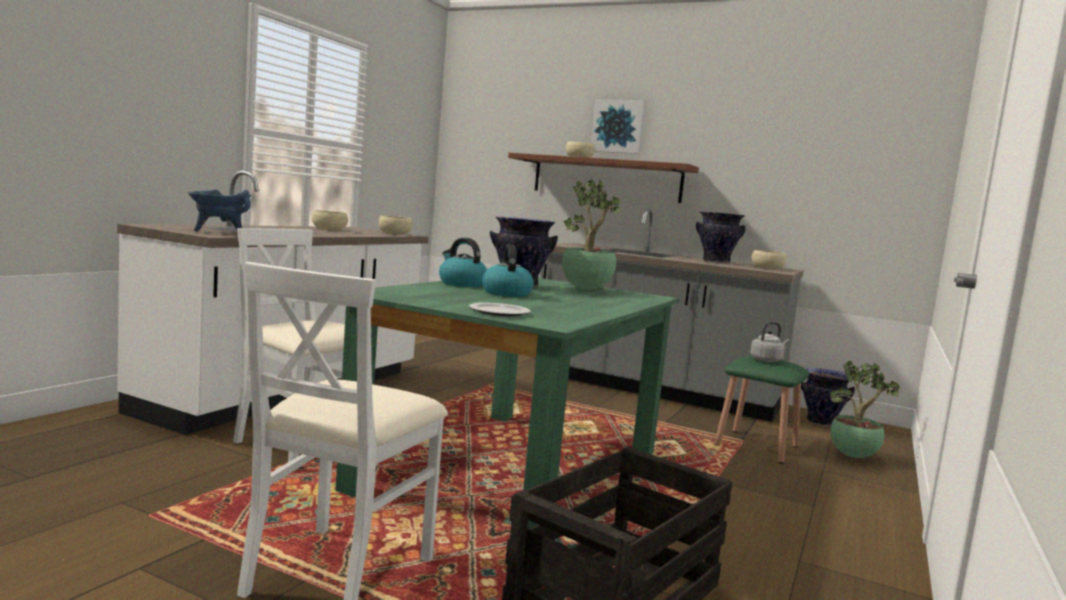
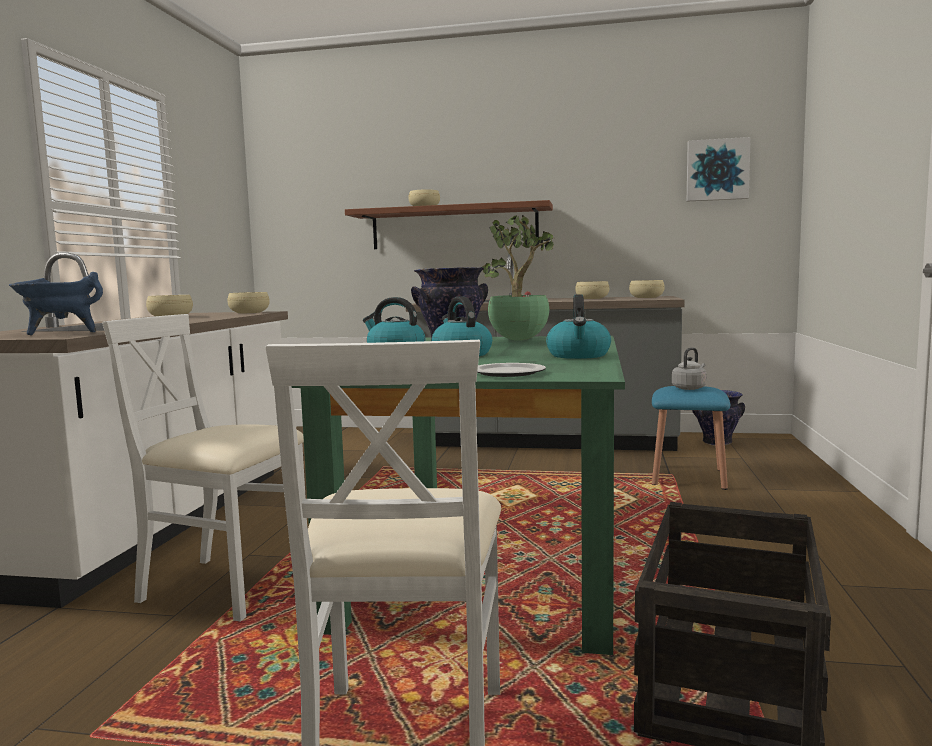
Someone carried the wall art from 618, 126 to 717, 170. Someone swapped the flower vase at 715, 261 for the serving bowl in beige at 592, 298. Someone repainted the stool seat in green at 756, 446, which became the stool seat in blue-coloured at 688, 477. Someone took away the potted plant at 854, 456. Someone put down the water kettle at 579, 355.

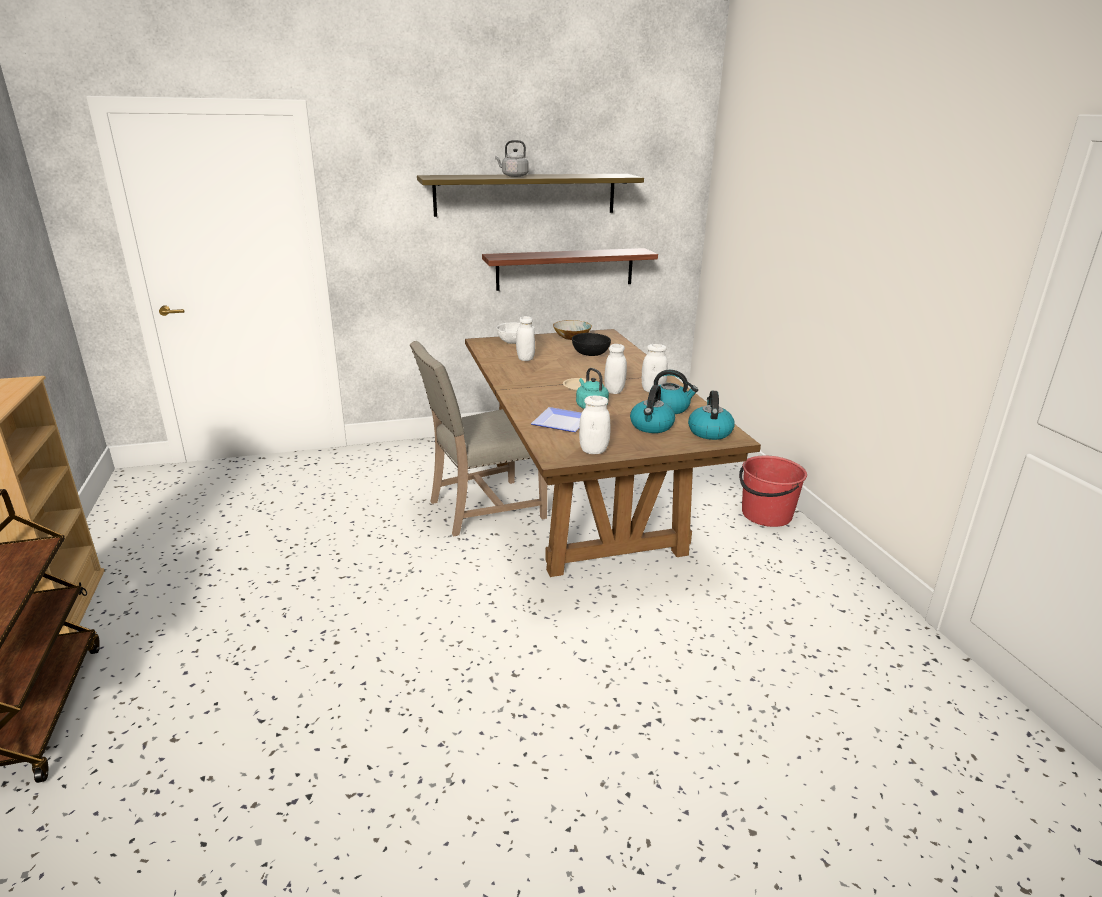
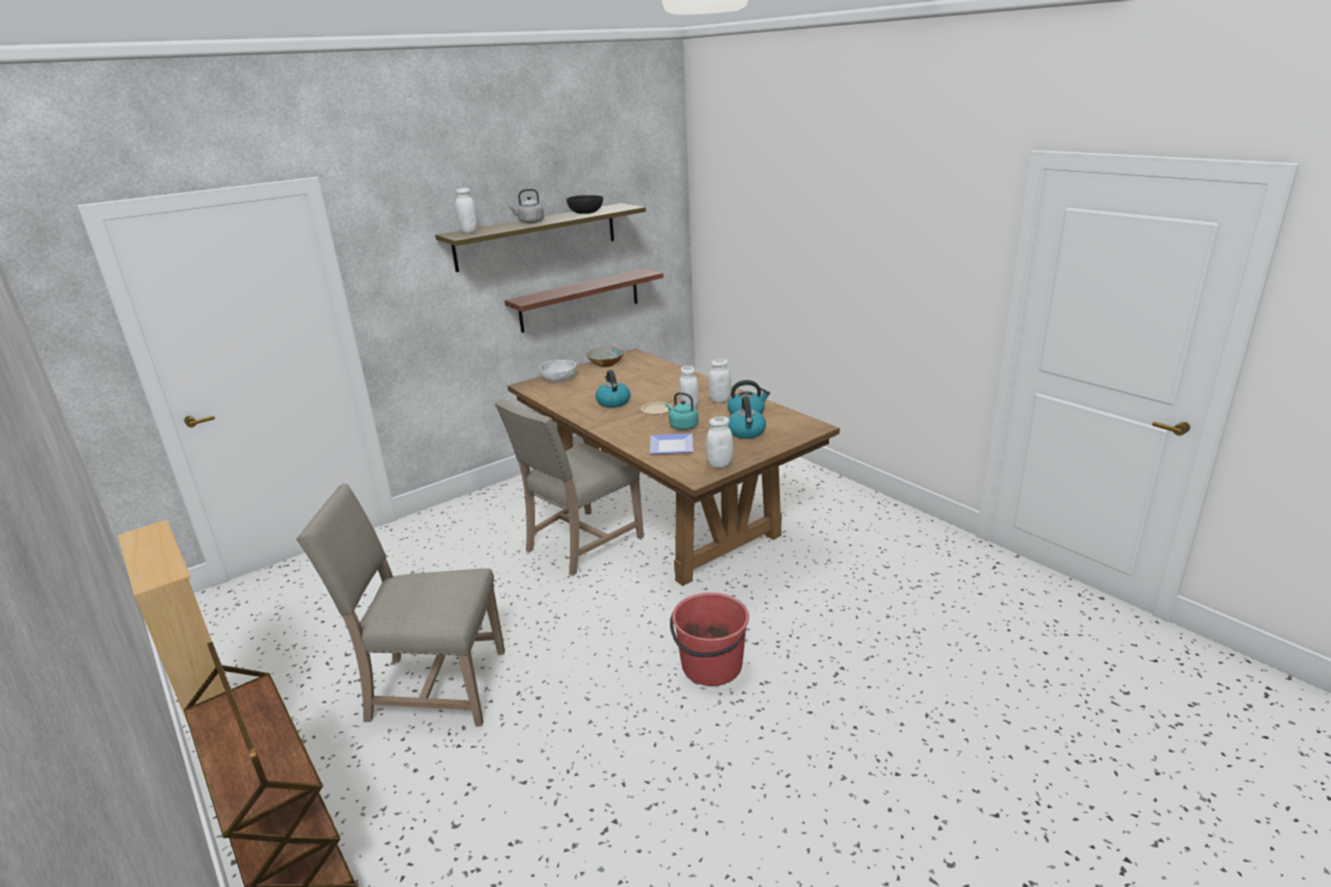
Someone carried the jar in whitish from 525, 359 to 469, 231. Someone carried the serving bowl in blackish from 590, 354 to 586, 213. Someone carried the water kettle from 709, 432 to 613, 402. Someone carried the pail in red from 766, 515 to 711, 666. Someone put down the plain chair in beige at 432, 687.

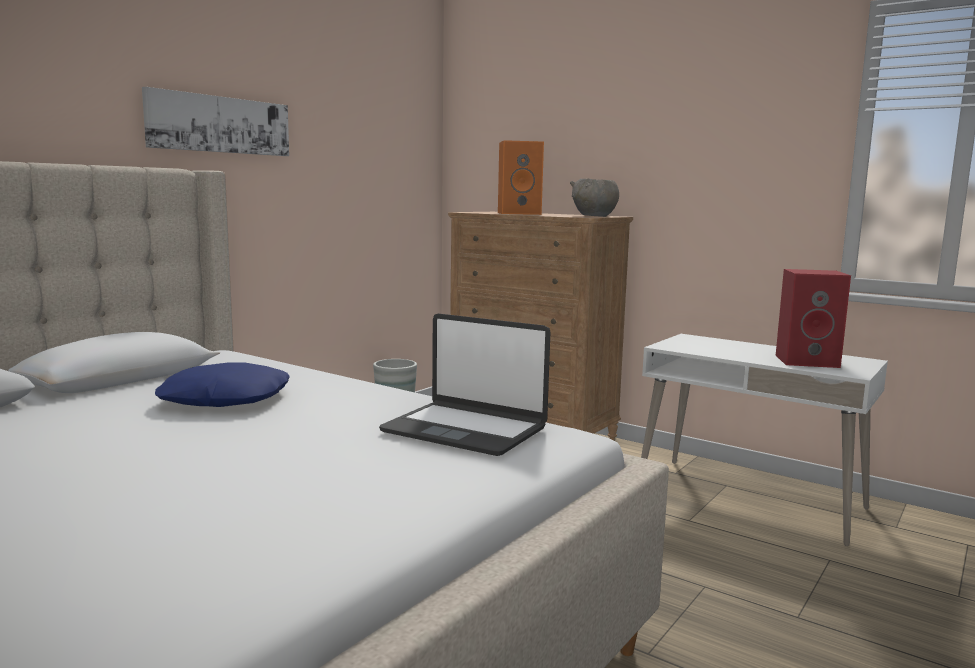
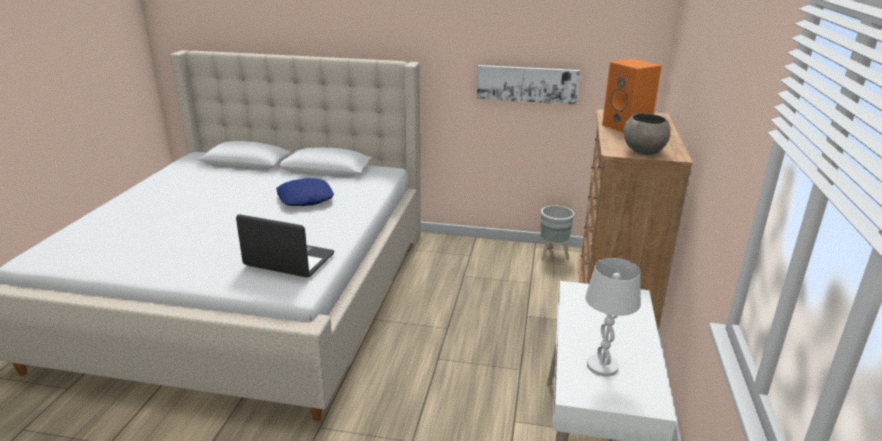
Someone carried the wall art from 219, 124 to 527, 84. Someone swapped the speaker in red at 808, 361 for the lamp for a table in whitish at 602, 366. Someone rotated the notebook computer at 465, 430 by 105 degrees clockwise.

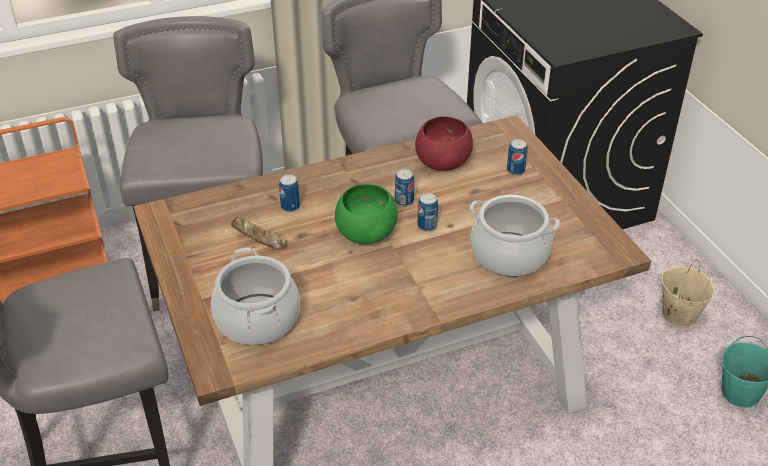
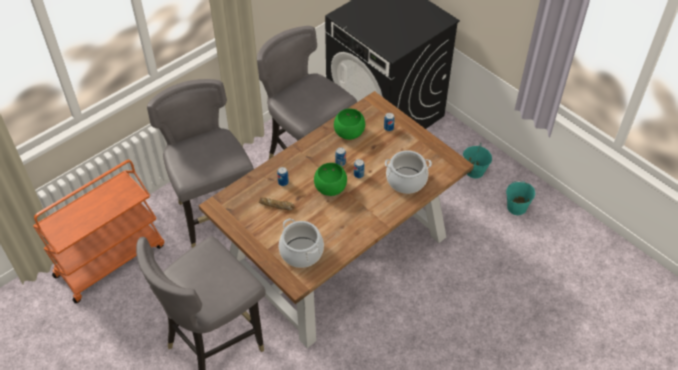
Someone repainted the serving bowl in red at 441, 162, which became the serving bowl in green at 348, 133. Someone repainted the pail in beige at 678, 314, which became the pail in turquoise at 474, 171.

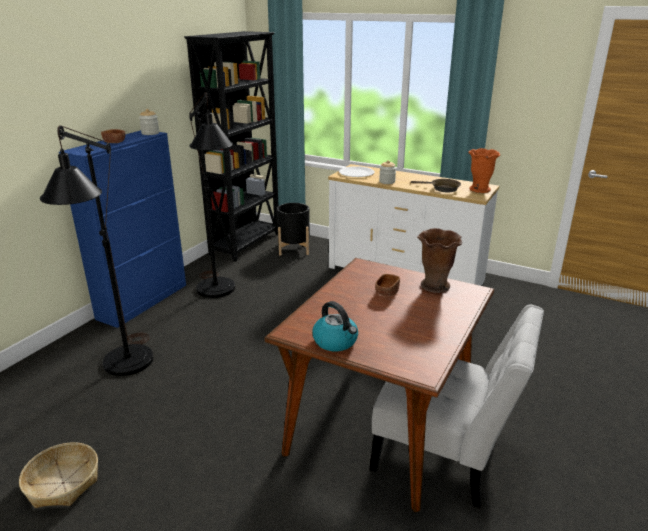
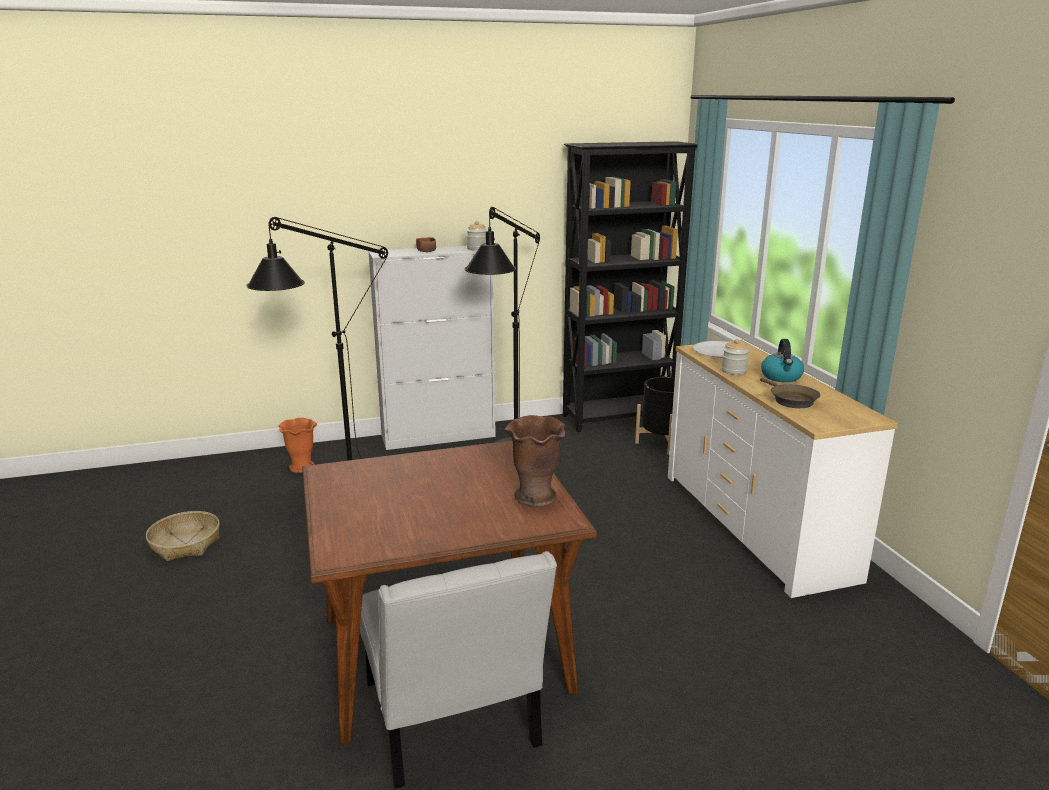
Someone repainted the cupboard in blue-coloured at 143, 301, which became the cupboard in whitish at 439, 436. Someone carried the flower vase in orangey from 479, 189 to 302, 467. Someone took away the serving bowl in brown at 387, 292. Someone carried the water kettle from 336, 341 to 781, 377.

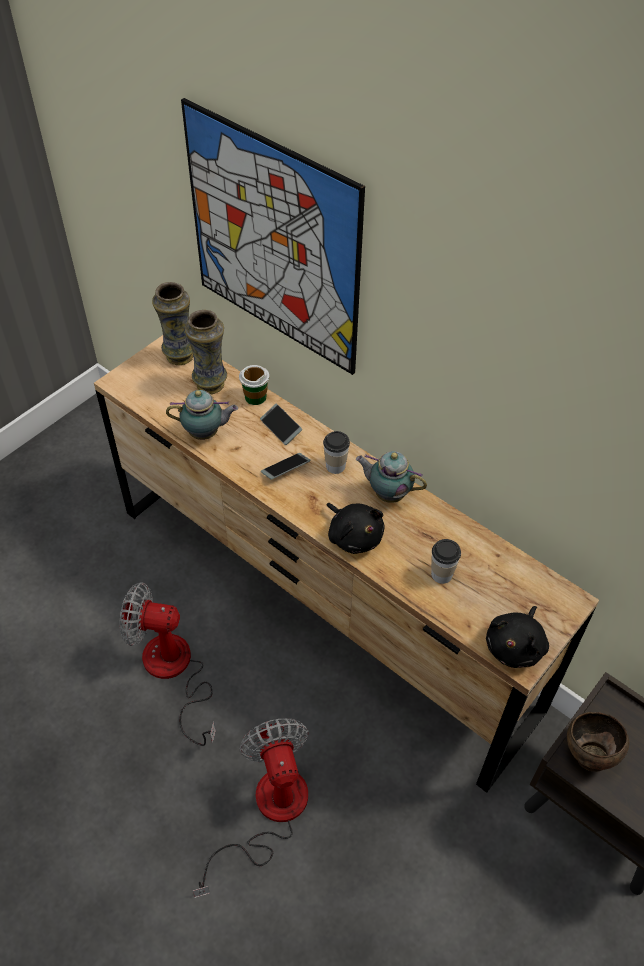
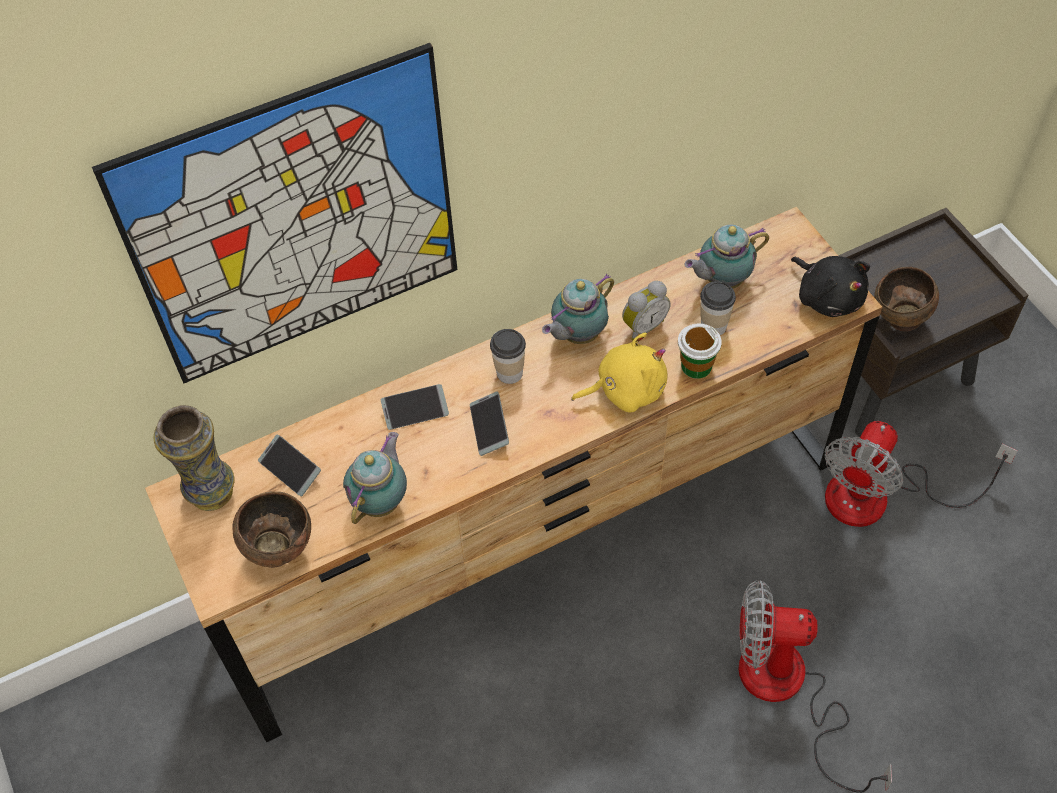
Someone swapped the flower vase at 211, 384 for the phone at 290, 469. Someone carried the drinking cup from 255, 397 to 696, 366. Someone repainted the plush toy in blackish at 354, 536, which became the plush toy in yellowish at 625, 390. Someone carried the fan from 174, 672 to 879, 497. Someone put down the tea pot at 721, 280. Someone put down the table clock at 643, 326. Someone put down the serving bowl in brown at 279, 549.

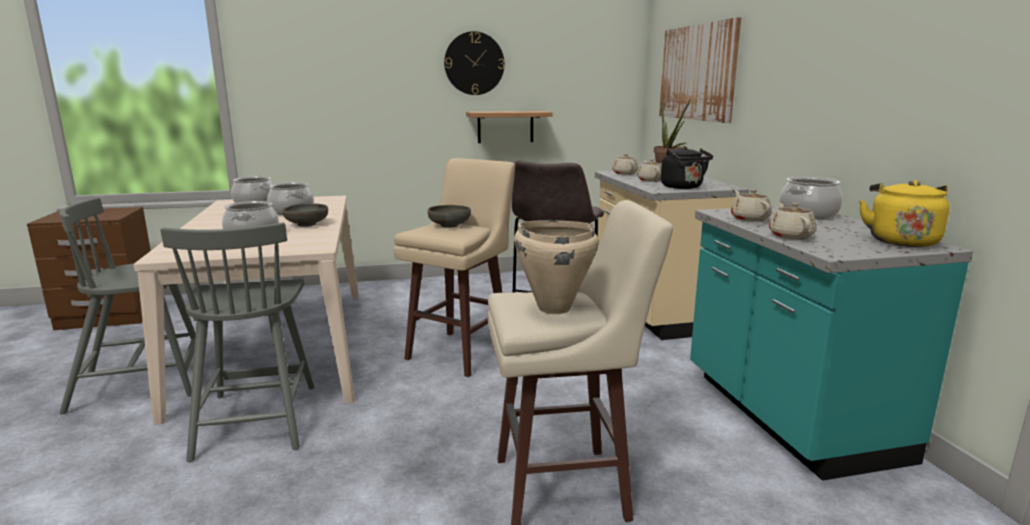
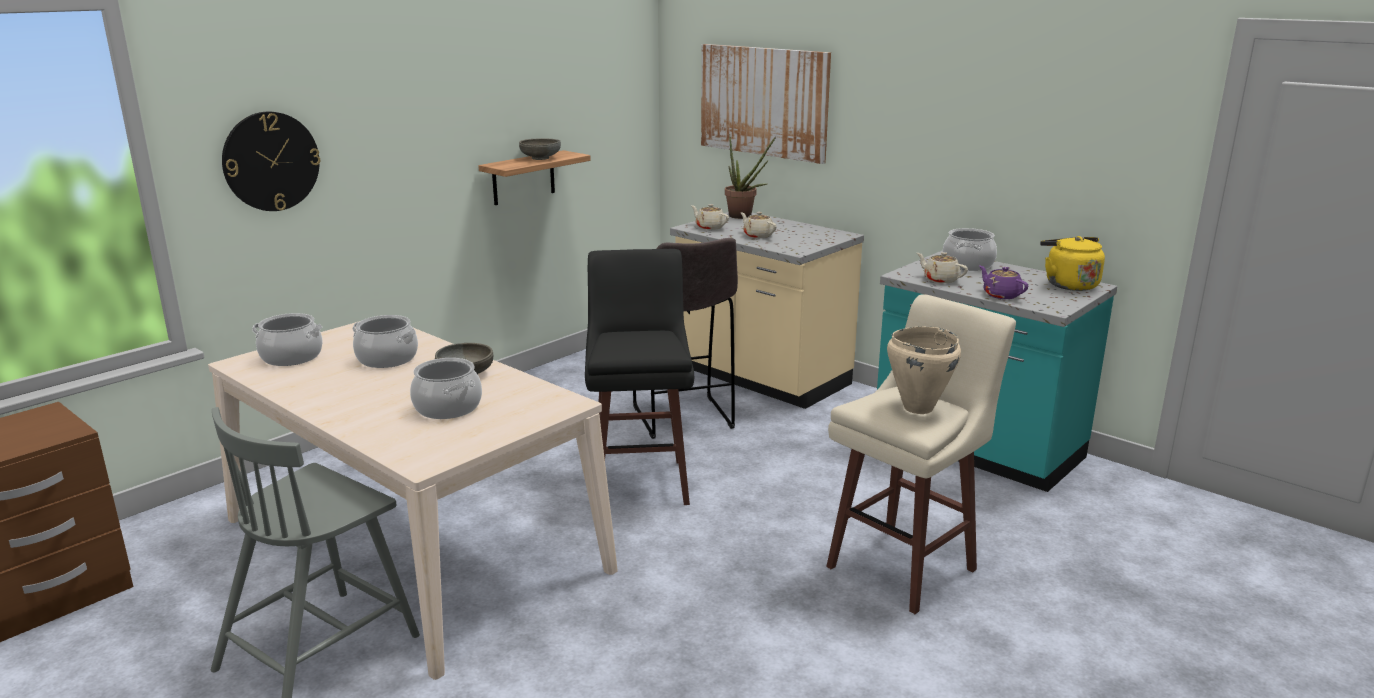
Someone carried the clock on the wall from 474, 63 to 271, 161. Someone took away the water kettle in blackish at 683, 187. Someone repainted the stool seat in beige at 461, 352, which became the stool seat in blackish at 641, 482. Someone repainted the tea pot in beige at 790, 236, which became the tea pot in purple-coloured at 1001, 295. Someone carried the serving bowl in grey from 449, 225 to 540, 158. Someone took away the plain chair in grey at 256, 419.

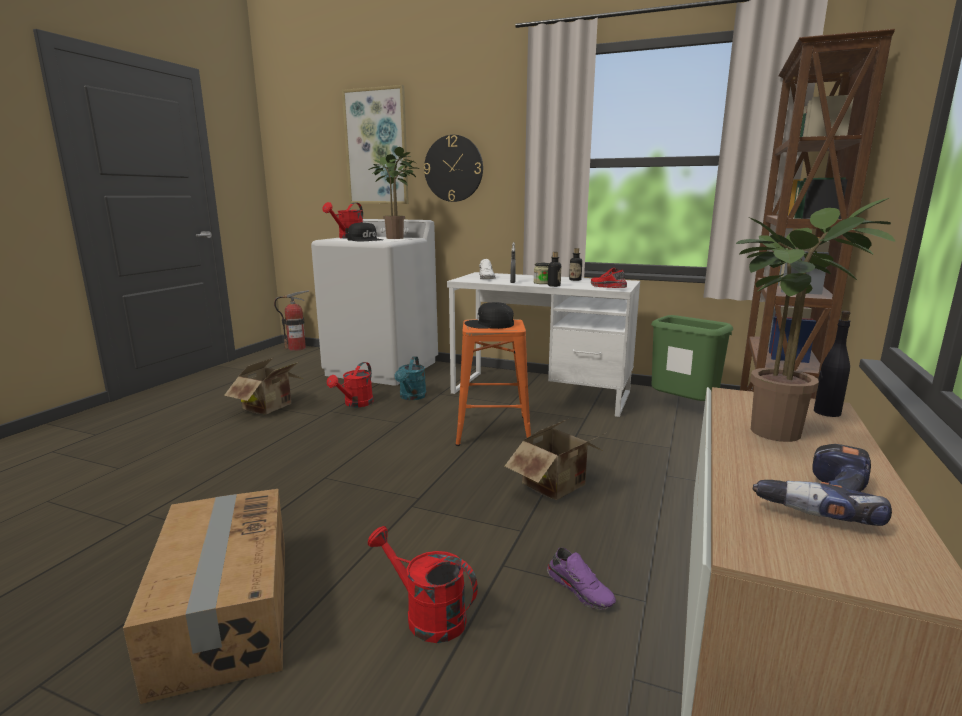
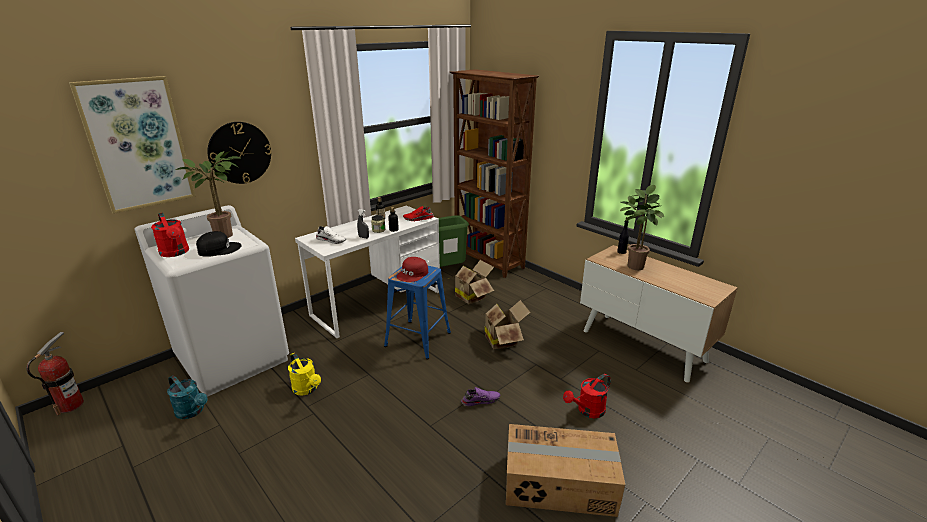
Someone repainted the baseball cap in blackish at 490, 324, which became the baseball cap in red at 413, 274. Someone repainted the stool seat in orangey at 492, 430, which became the stool seat in blue-coloured at 418, 339. Someone carried the sprinkling can in turquoise from 411, 397 to 192, 412. Someone carried the carton from 271, 408 to 471, 296. Someone repainted the sprinkling can in red at 355, 404, which became the sprinkling can in yellowish at 307, 389. Someone took away the electric drill at 816, 498. Someone carried the item of footwear in purple-coloured from 581, 589 to 480, 400.

